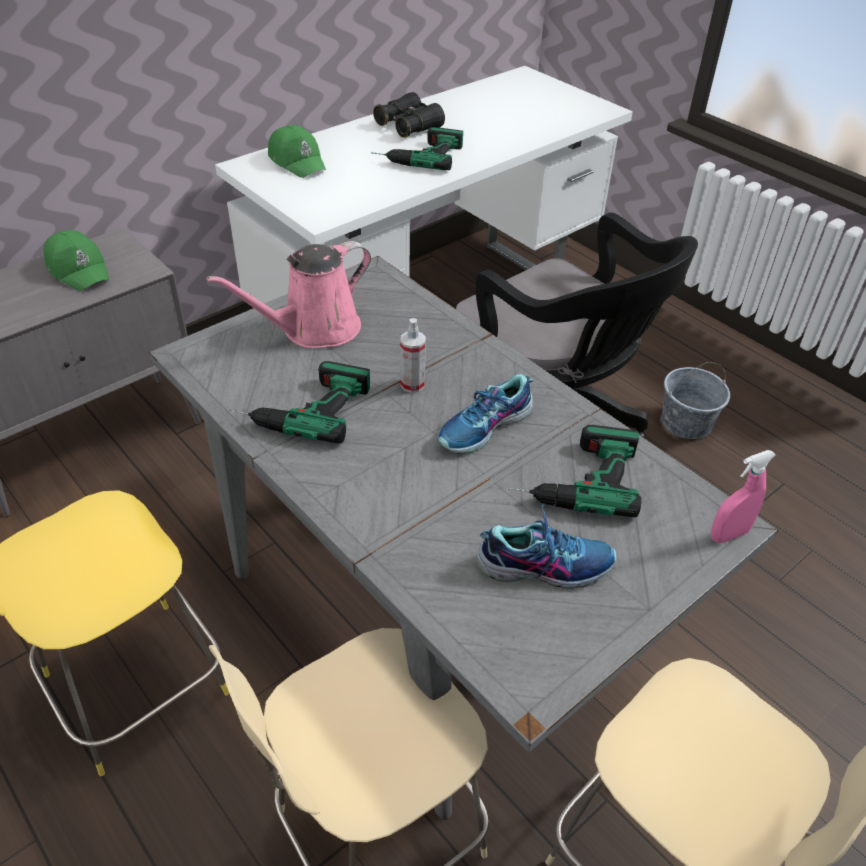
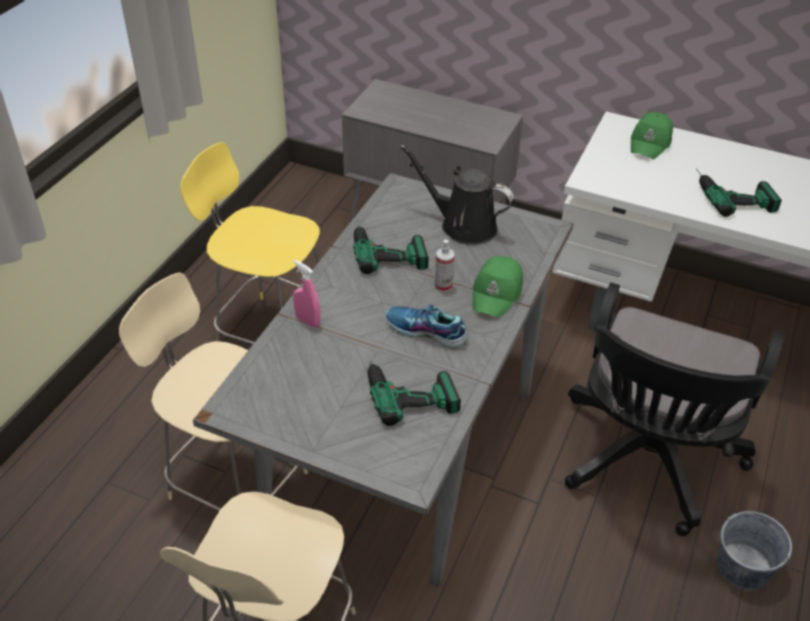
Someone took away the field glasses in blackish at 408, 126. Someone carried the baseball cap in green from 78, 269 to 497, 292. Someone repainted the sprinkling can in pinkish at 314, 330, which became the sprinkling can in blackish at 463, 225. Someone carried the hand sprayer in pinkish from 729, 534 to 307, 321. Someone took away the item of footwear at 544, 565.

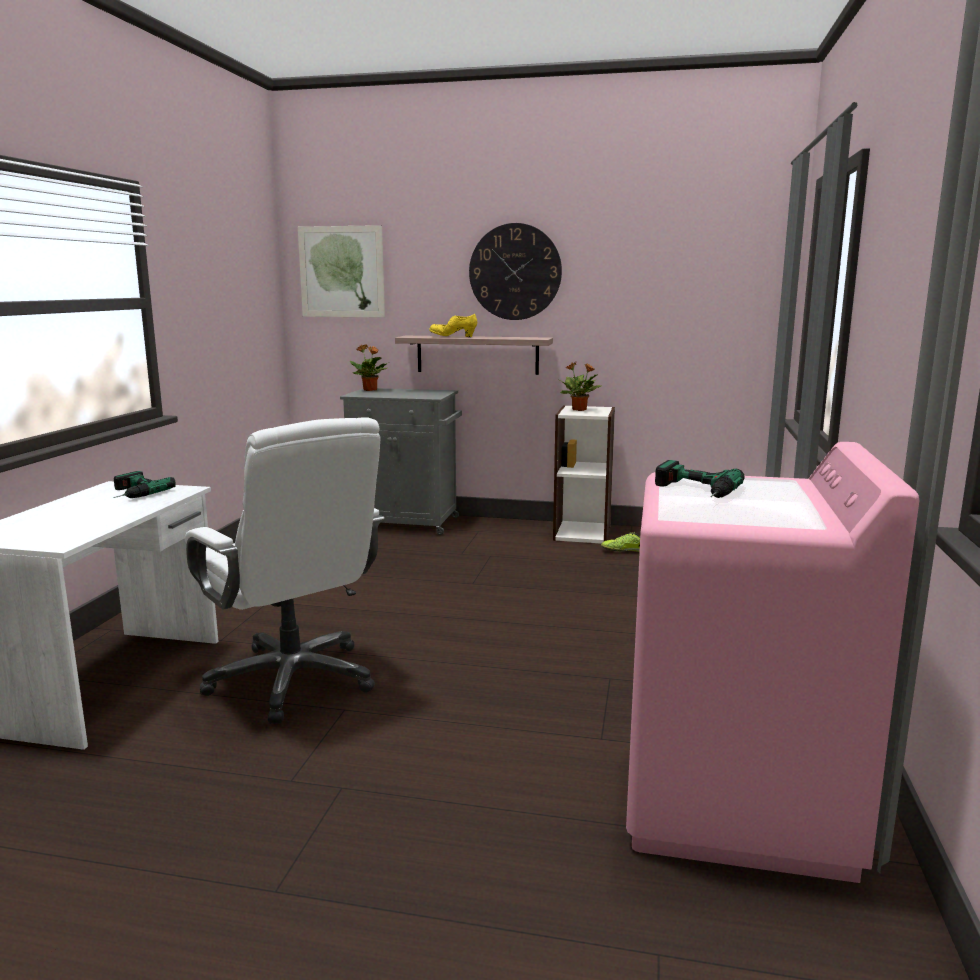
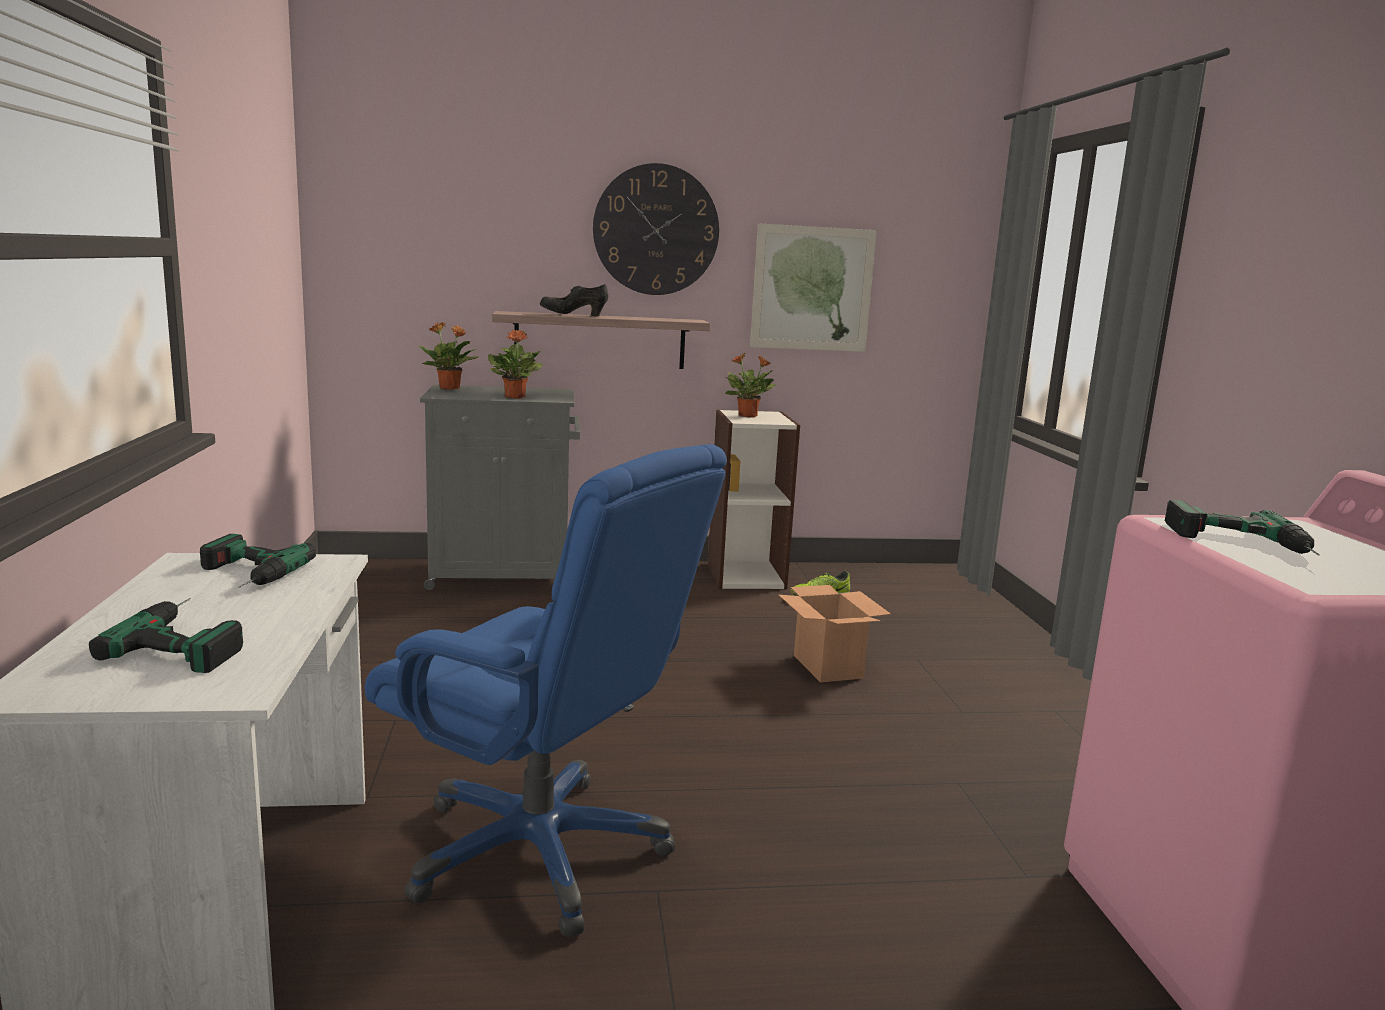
Someone carried the wall art from 341, 272 to 812, 289. Someone repainted the item of footwear in yellowish at 453, 337, which became the item of footwear in blackish at 573, 315. Someone repainted the desk chair in whitish at 293, 680, which became the desk chair in blue-coloured at 540, 851. Someone put down the potted plant at 515, 397. Someone put down the carton at 826, 666. Someone put down the electric drill at 191, 639.

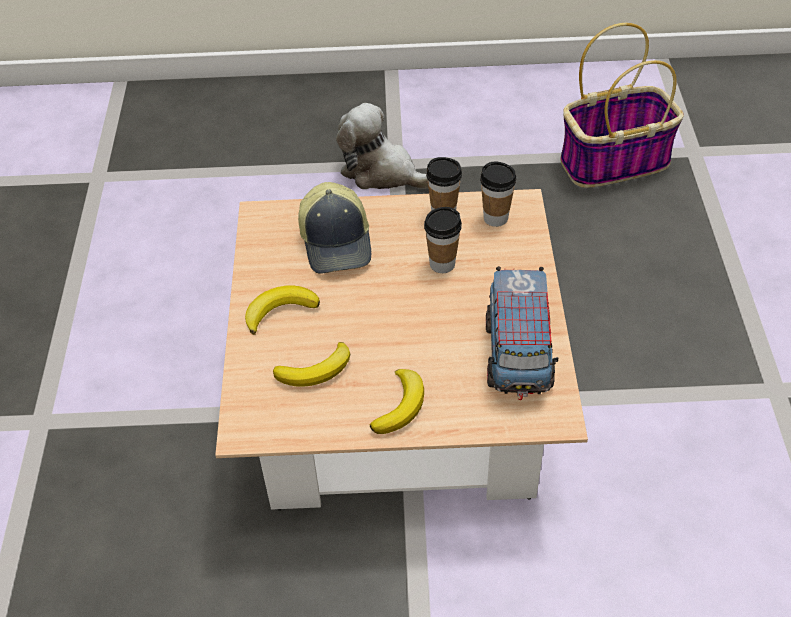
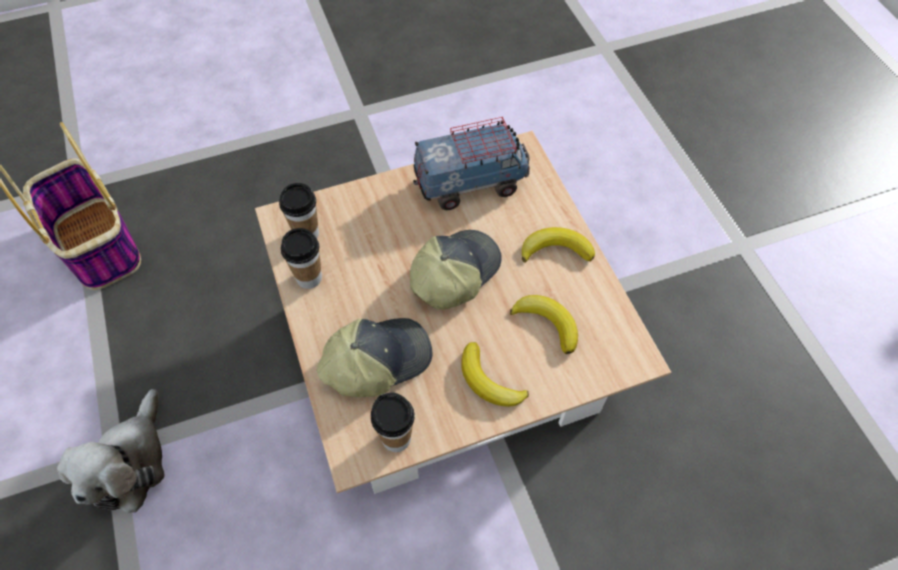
Someone carried the drinking cup from 442, 264 to 396, 438. Someone put down the baseball cap at 453, 273.

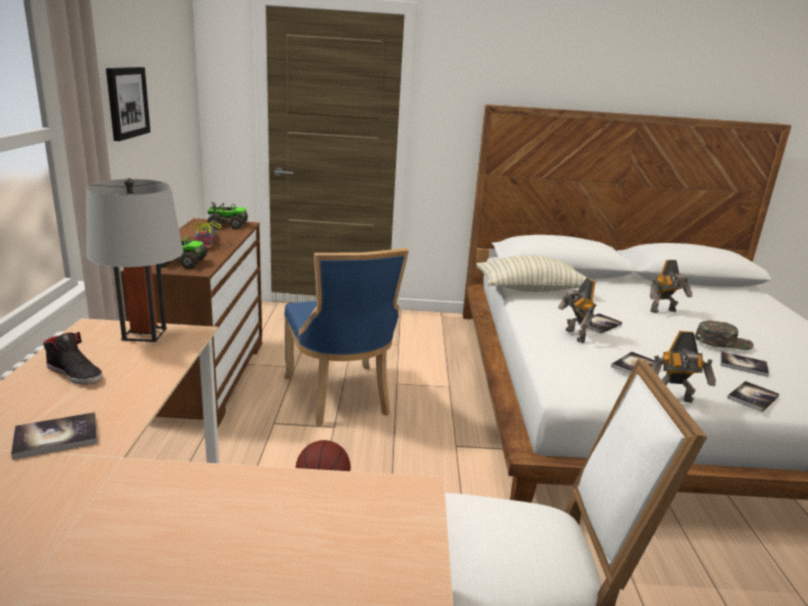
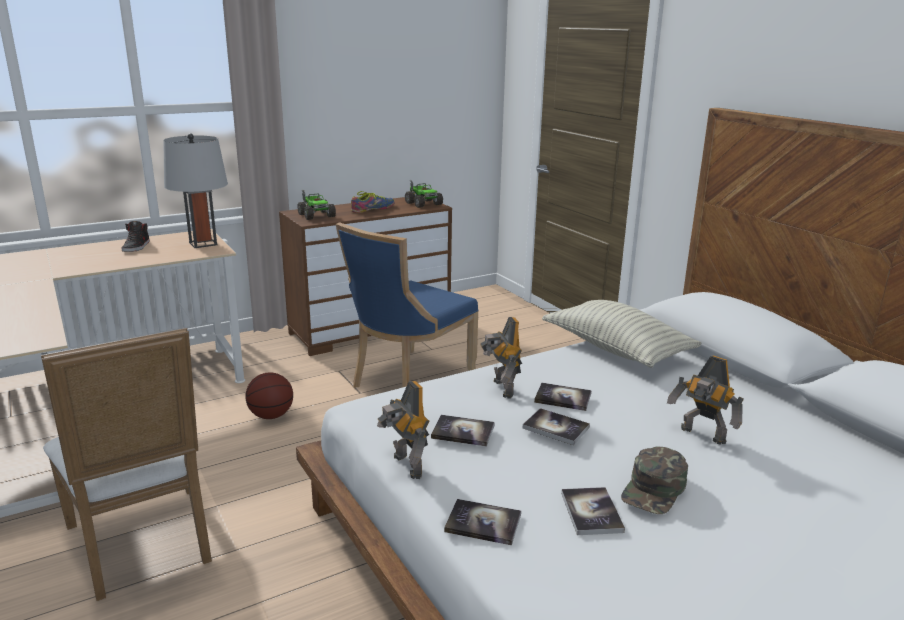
Someone took away the wall art at 127, 102. Someone rotated the model robot at 573, 336 by 60 degrees counterclockwise. Someone rotated the baseball cap in green at 722, 342 by 60 degrees clockwise. Someone carried the volume from 56, 437 to 556, 428.

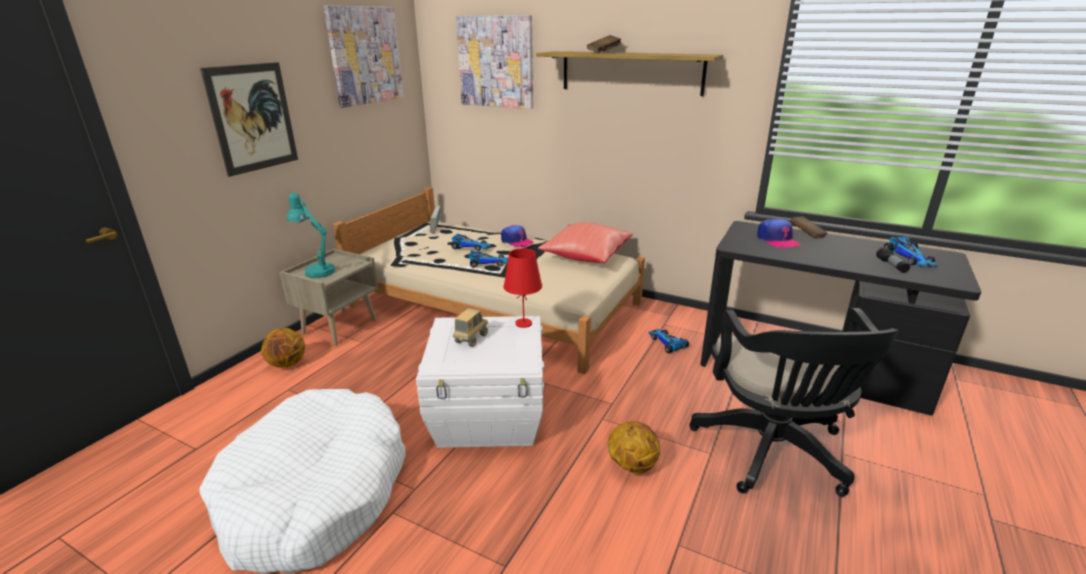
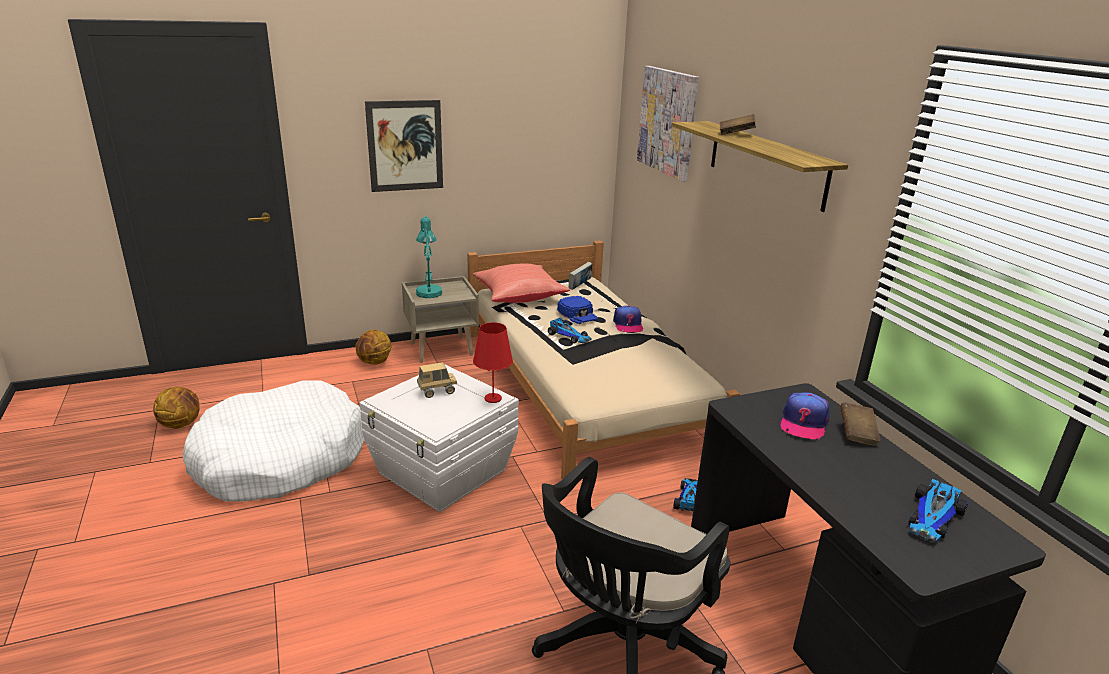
Someone took away the wall art at 365, 55. Someone carried the cushion in red from 585, 256 to 519, 297. Someone swapped the miniature car at 471, 246 for the baseball cap in blue-coloured at 578, 314. Someone took away the flashlight at 891, 266. Someone carried the basketball ball from 631, 465 to 181, 424.

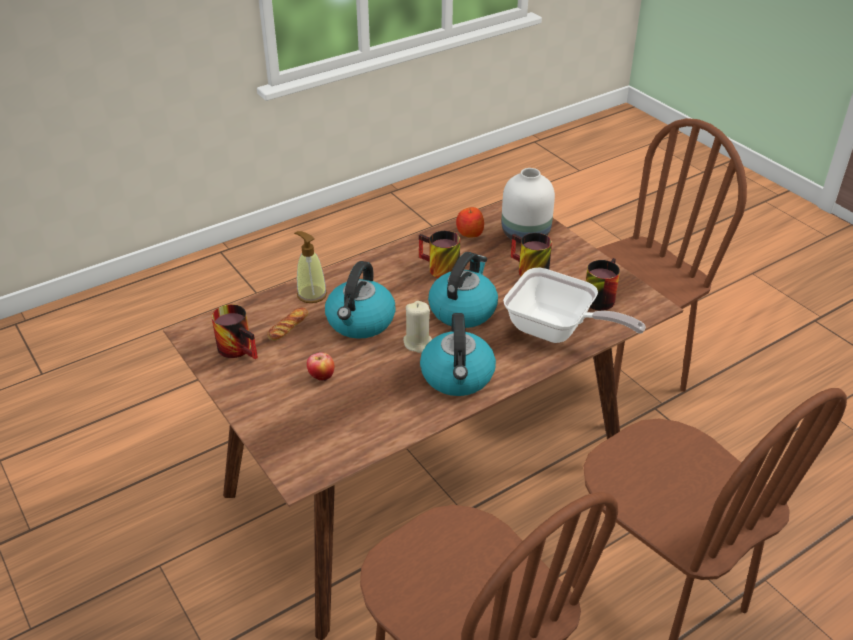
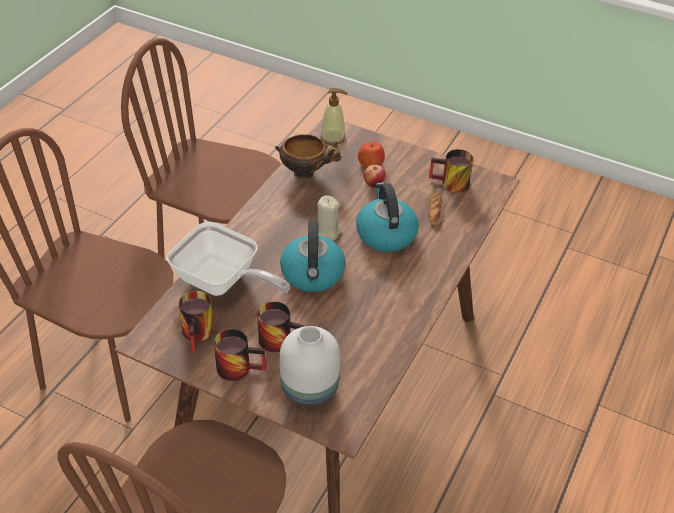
Someone carried the whole apple from 469, 233 to 371, 164. Someone carried the liquid soap bottle from 311, 294 to 333, 138. Someone carried the tea mug from 437, 269 to 240, 366. Someone rotated the skillet at 557, 331 by 150 degrees counterclockwise. Someone took away the water kettle at 458, 377. Someone put down the serving bowl at 306, 173.

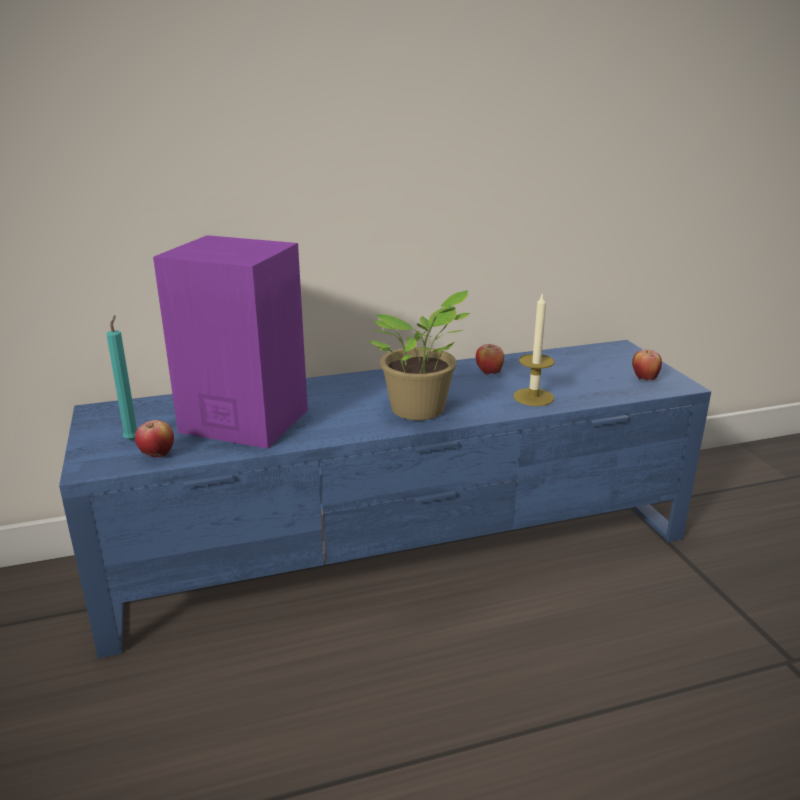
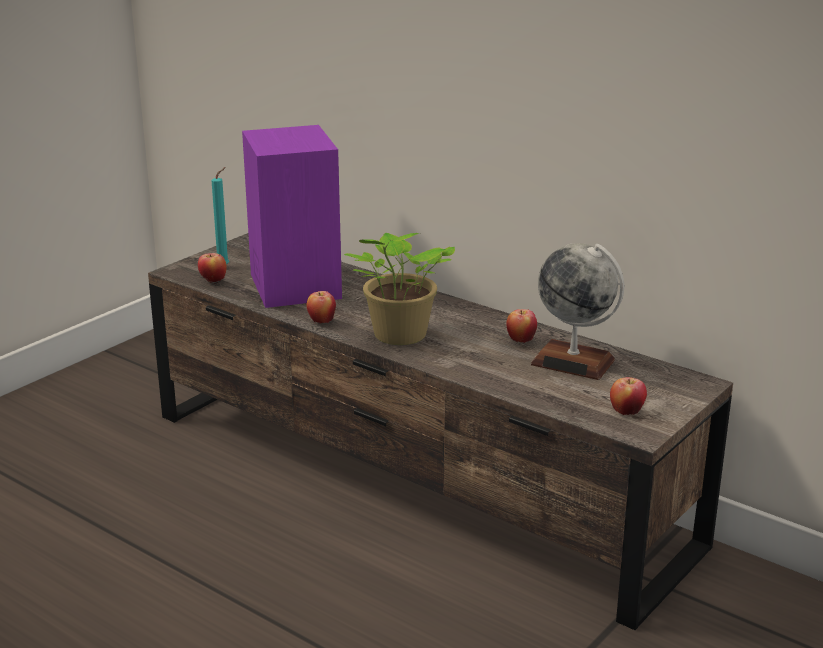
Someone took away the wax light at 533, 397. Someone repainted the media console in blue-coloured at 402, 548, which became the media console in brown at 414, 478. Someone put down the world globe at 573, 362. Someone put down the whole apple at 321, 321.

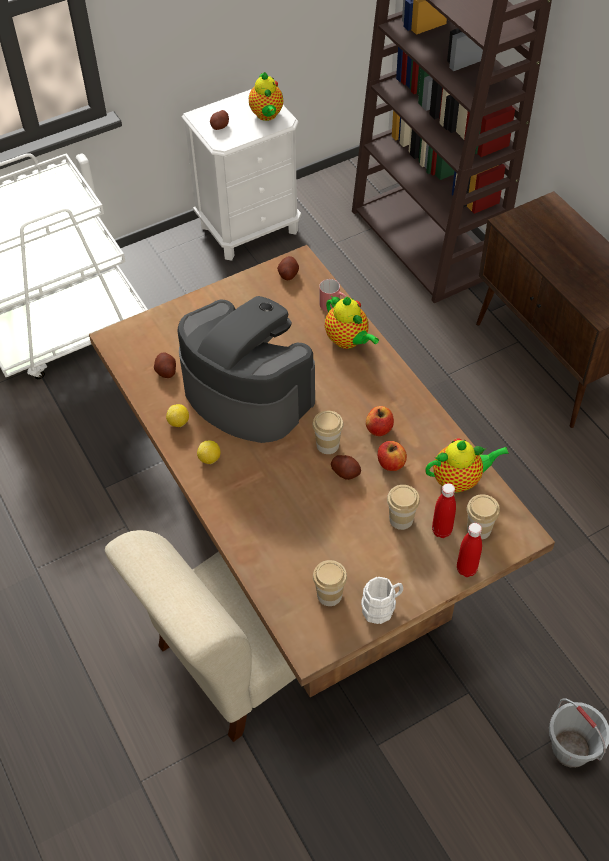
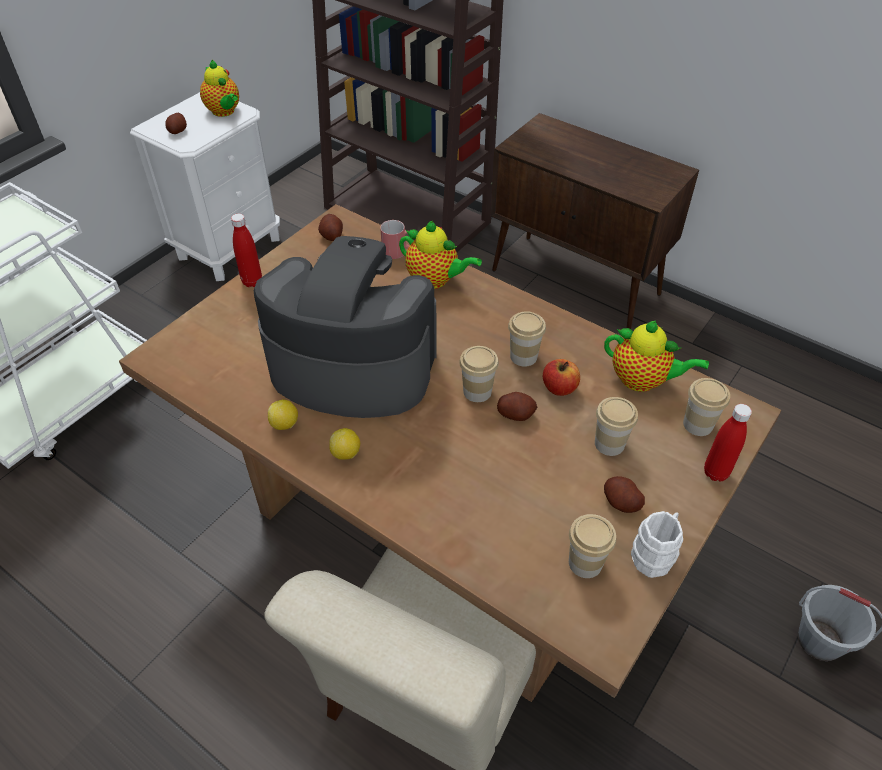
Someone carried the potato from 166, 371 to 621, 502. Someone swapped the whole apple at 379, 429 for the drinking cup at 523, 356. Someone rotated the tea pot at 459, 480 by 60 degrees clockwise. Someone carried the bottle in red from 441, 531 to 252, 282.

